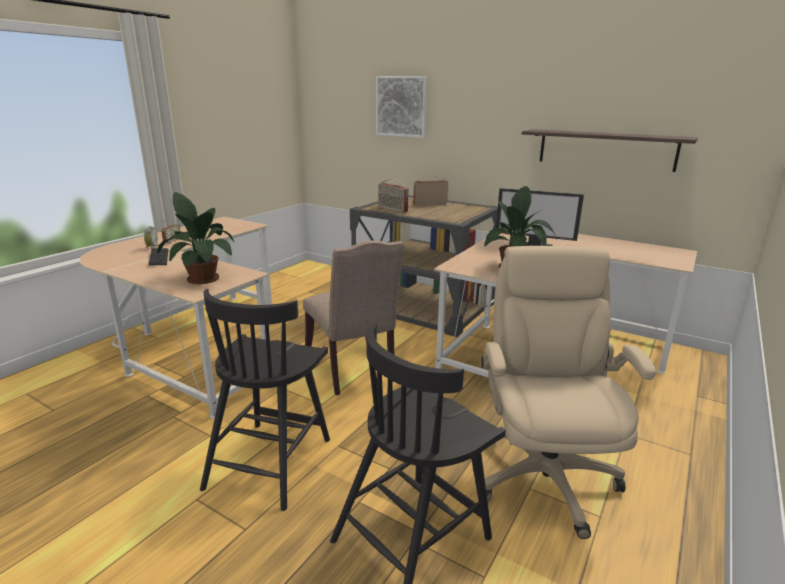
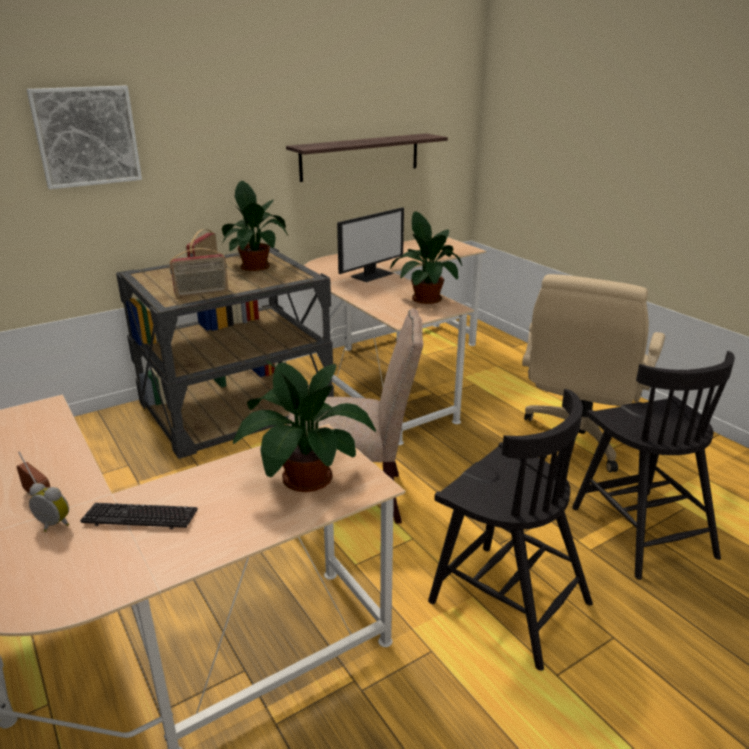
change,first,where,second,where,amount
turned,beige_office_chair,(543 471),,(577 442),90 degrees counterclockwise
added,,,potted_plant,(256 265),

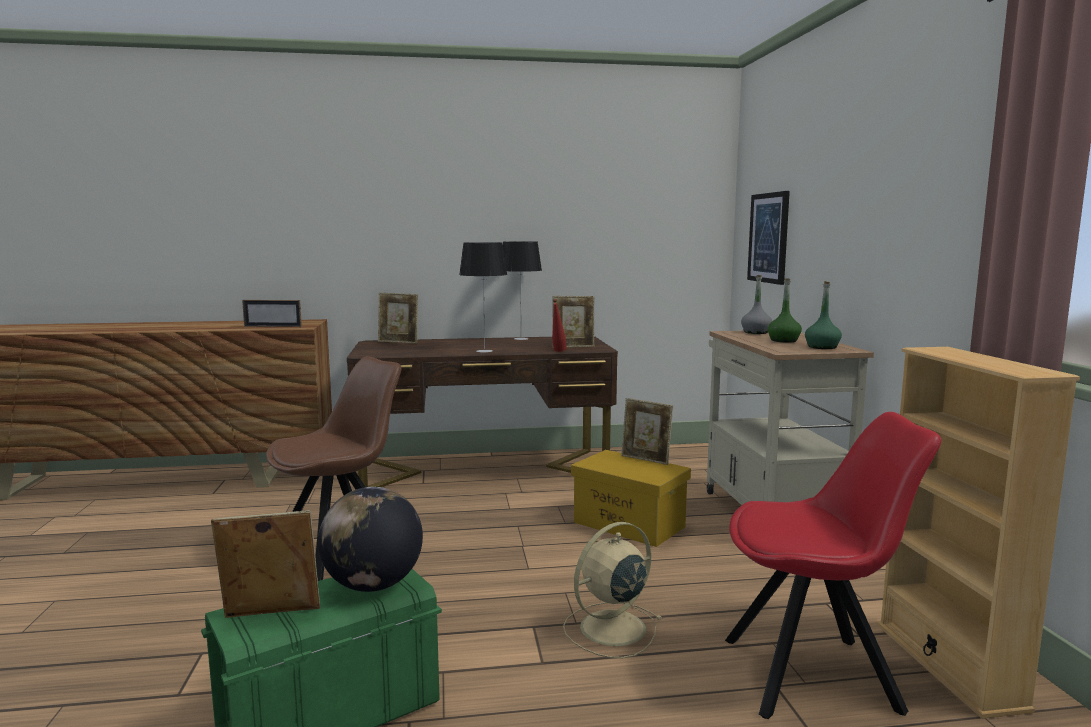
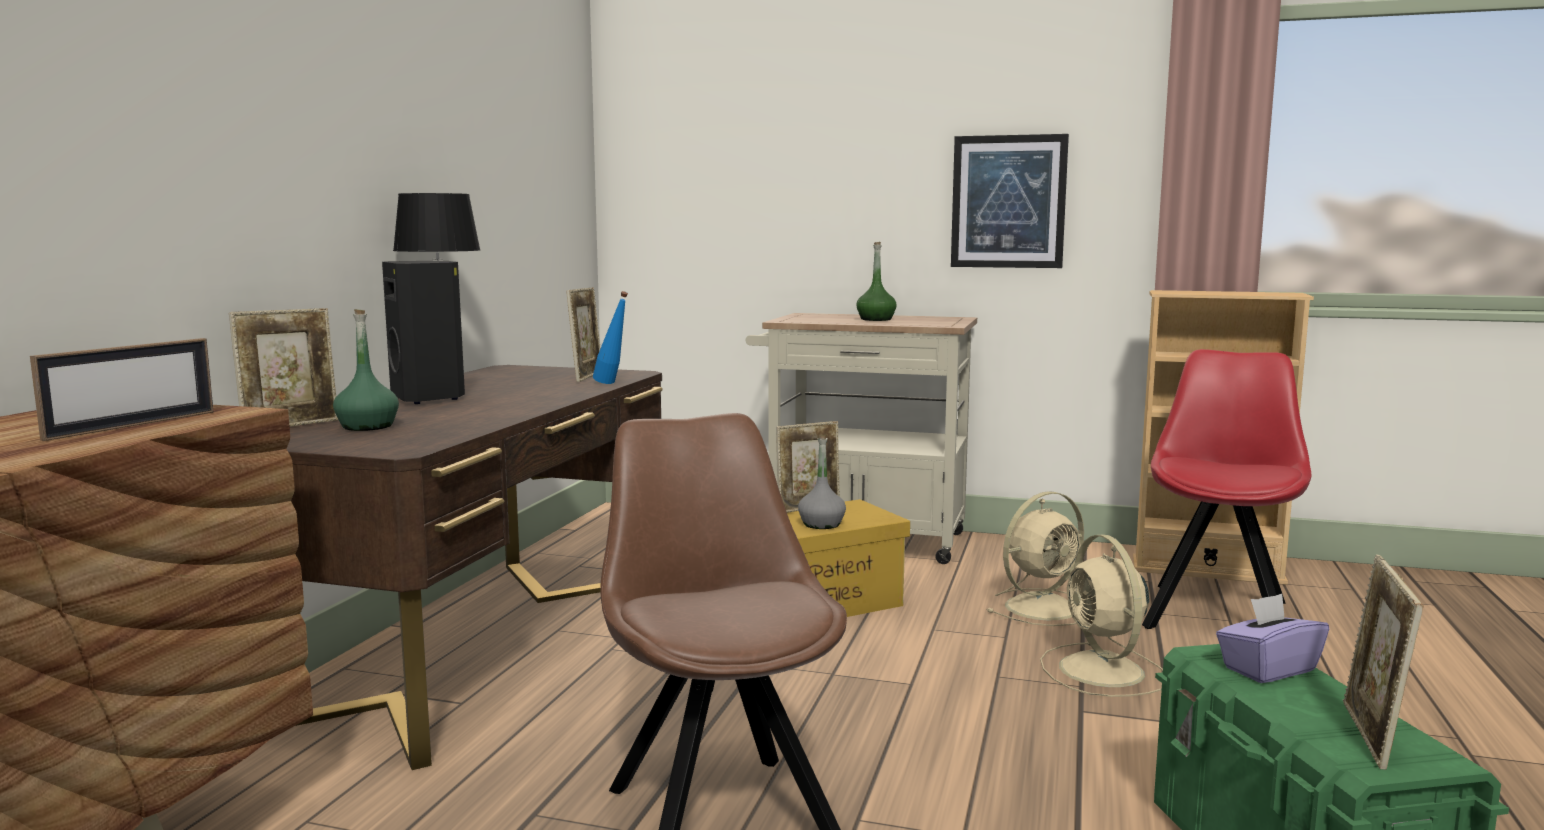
change,first,where,second,where,amount
moved,picture,(769 238),,(1008 202),
removed,table_lamp,(483 351),,,
moved,gray_drink_bottle,(756 332),,(821 524),
moved,greenish_drink_bottle,(822 347),,(368 426),
recoloured,red-coloured_drink_bottle,(558 352),bluish_drink_bottle,(612 384),
replaced,globe,(373 585),purplish_tissue_holder,(1268 669),
added,,,black-coloured_loudspeaker,(429 398),
added,,,beige_cooling_fan,(1043 607),

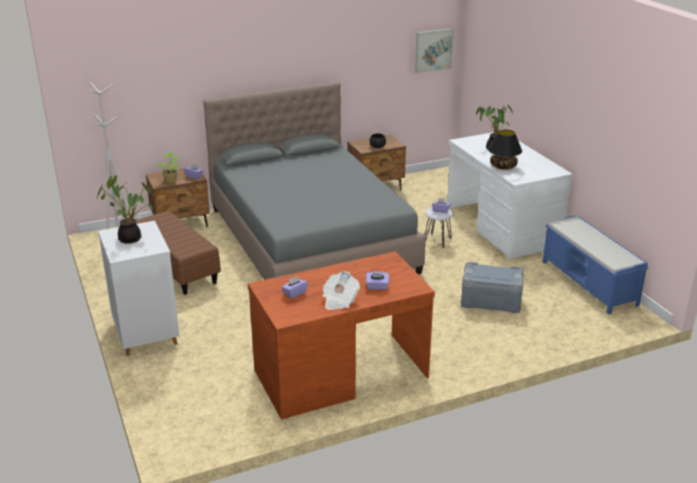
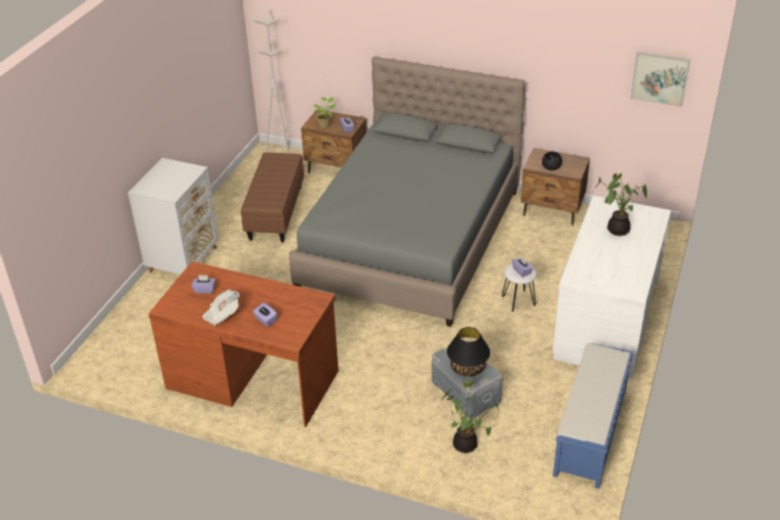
change,first,where,second,where,amount
moved,black-coloured_table_lamp,(503 167),,(468 368),
moved,potted_plant,(131 238),,(467 444),

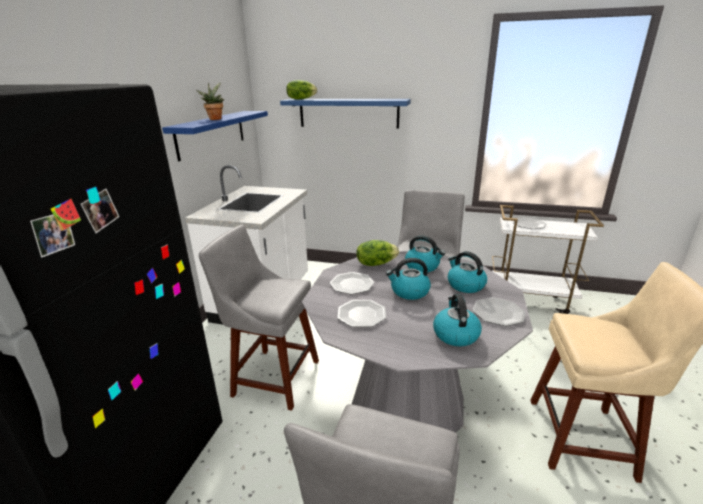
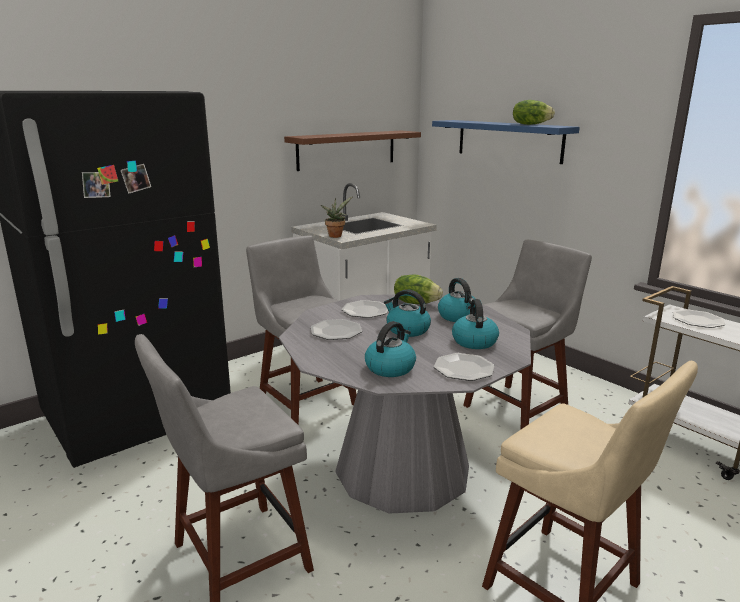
change,first,where,second,where,amount
moved,lettuce_head,(301 99),,(530 124),
moved,potted_plant,(215 119),,(336 235),
recoloured,bluish_bracket_shelf,(211 133),brownish_bracket_shelf,(347 149),

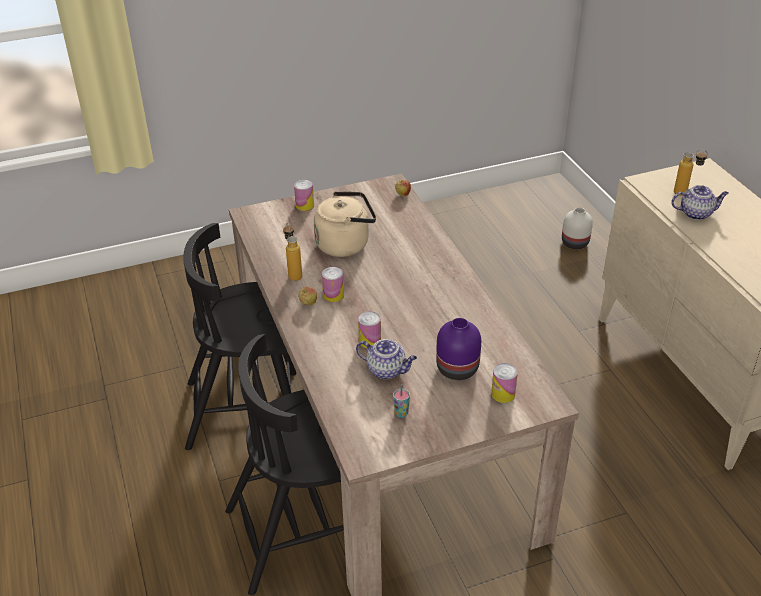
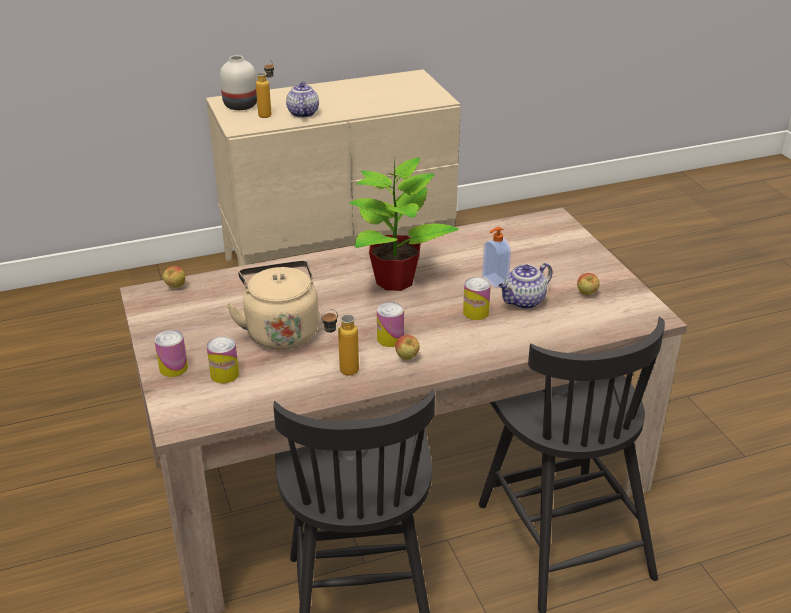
change,first,where,second,where,amount
moved,whitish_vase,(575 243),,(241 105),
removed,purplish_vase,(456 368),,,
turned,teapot,(387 370),,(523 301),150 degrees counterclockwise
moved,can,(503 394),,(224 374),
replaced,drinking_cup,(401 413),apple,(587 294),
added,,,potted_plant,(395 280),
added,,,liquid_soap_bottle,(494 280),

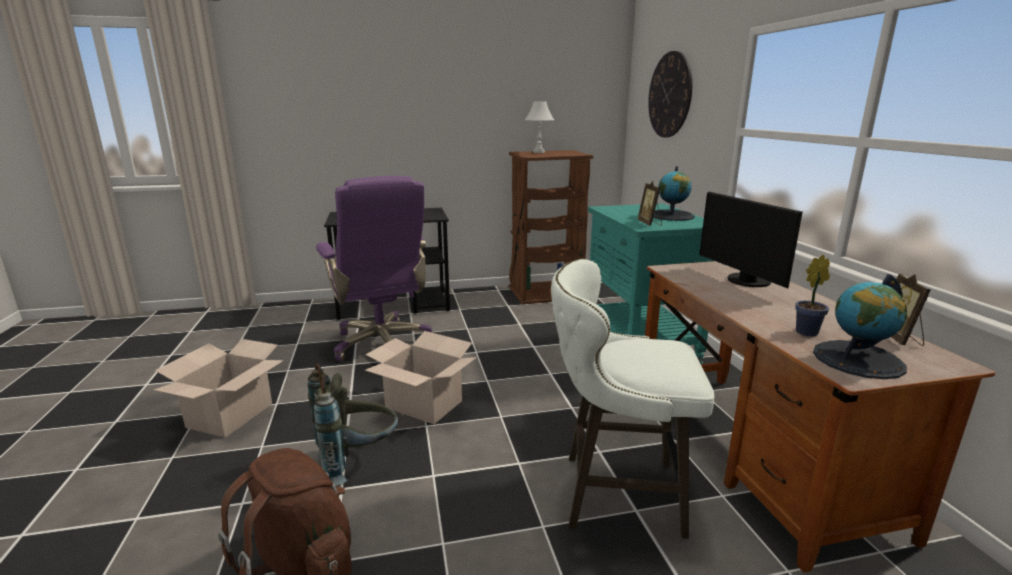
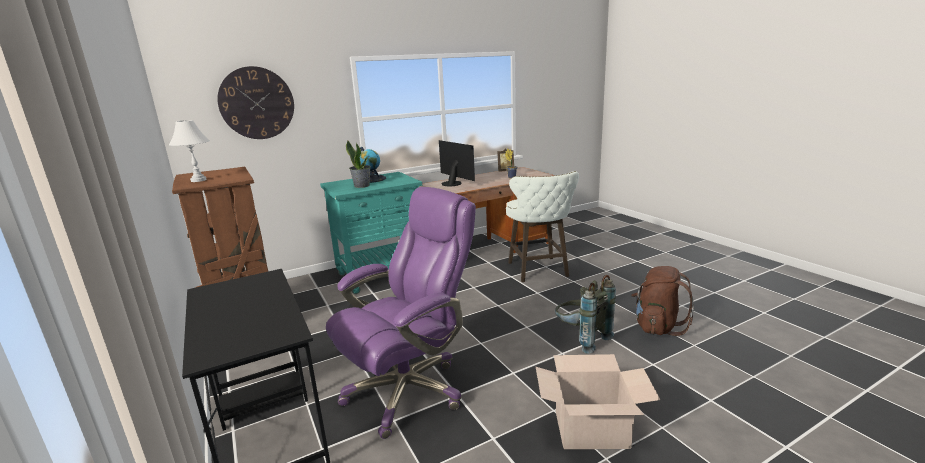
change,first,where,second,where,amount
removed,standing_frame,(650 224),,,
turned,monitor,(745 281),,(453 183),90 degrees counterclockwise
removed,globe,(858 359),,,
removed,cardboard_box,(424 404),,,
added,,,potted_plant,(362 186),

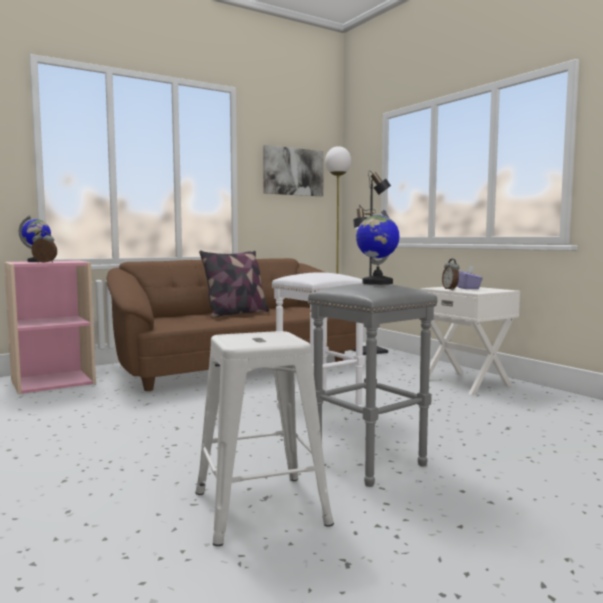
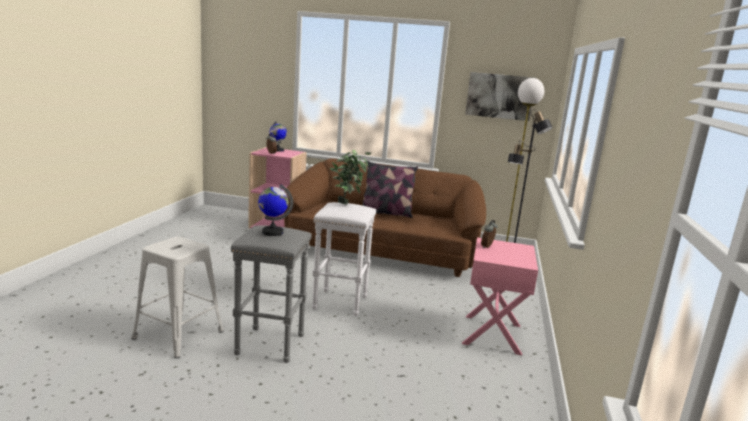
change,first,where,second,where,amount
removed,purplish_tissue_holder,(468 288),,,
recoloured,whitish_night_table,(466 382),pinkish_night_table,(493 334),
added,,,potted_plant,(347 203),

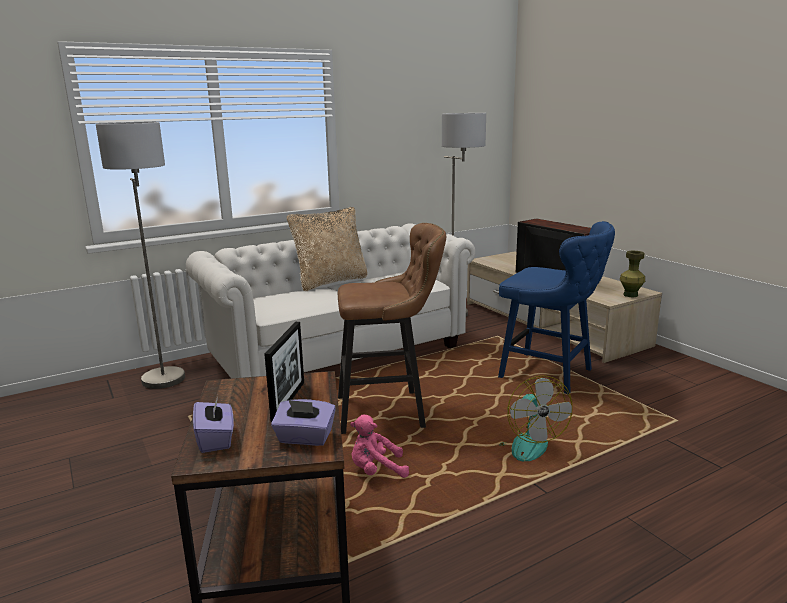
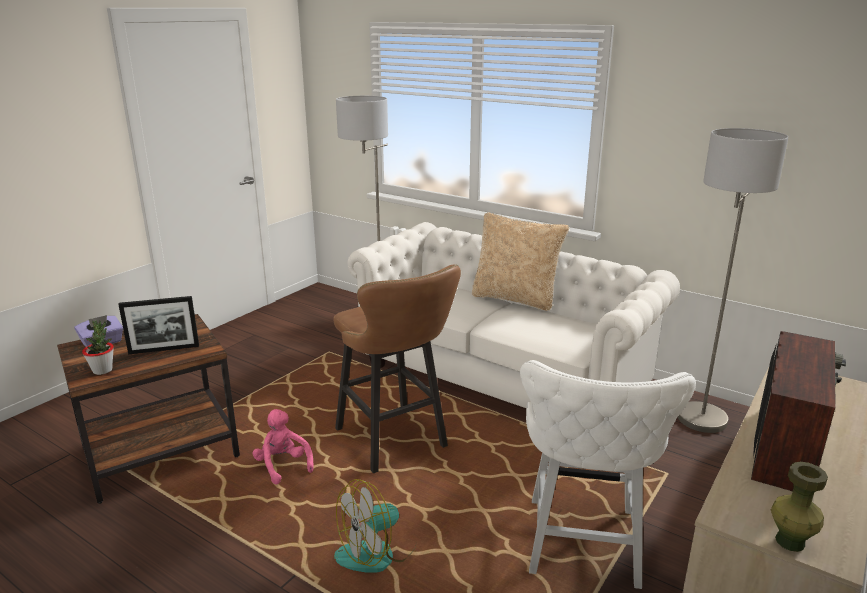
change,first,where,second,where,amount
recoloured,bluish_sitting_stool,(550 374),whitish_sitting_stool,(582 546),
replaced,purplish_tissue_holder,(305 438),potted_plant,(103 370),

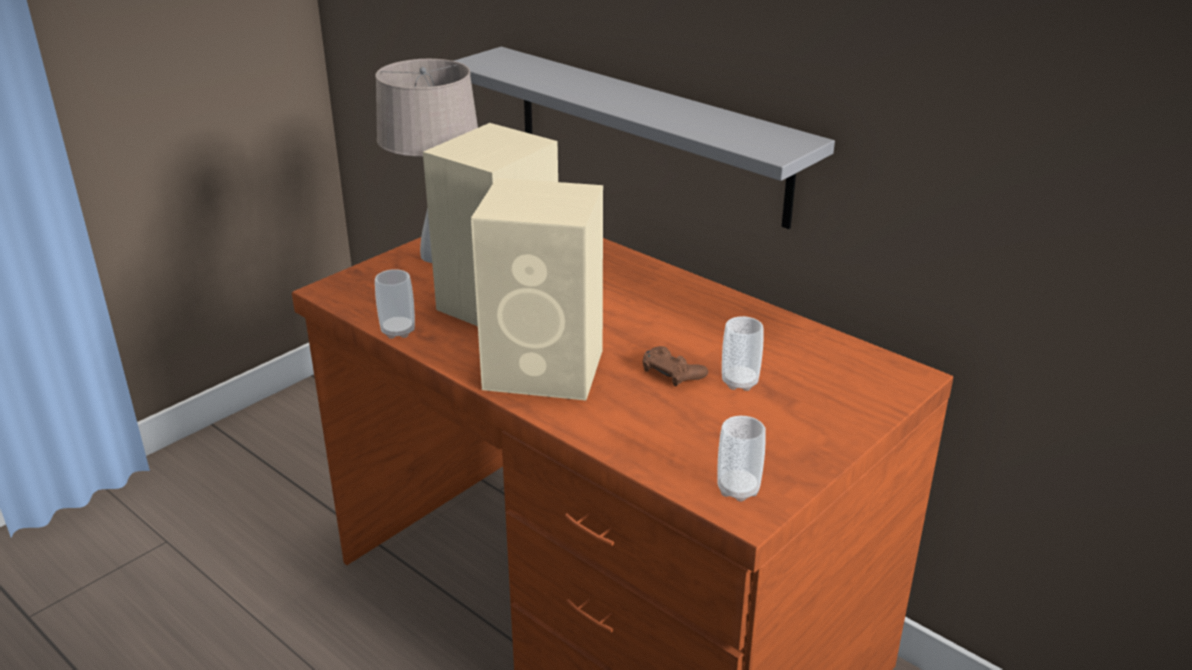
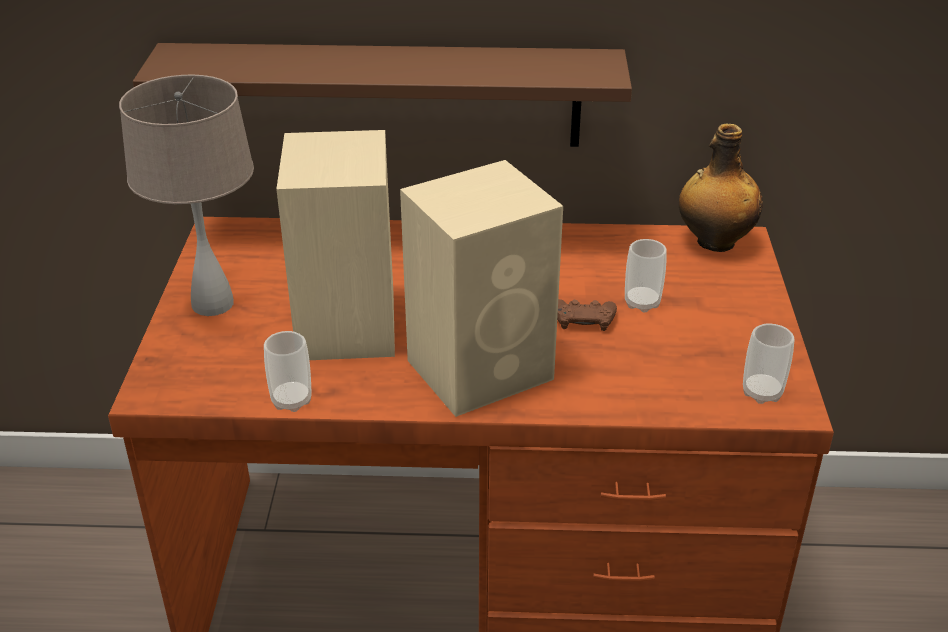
change,first,where,second,where,amount
recoloured,gray_bracket_shelf,(648 134),brownish_bracket_shelf,(392 95),
added,,,drink_bottle,(714 242),

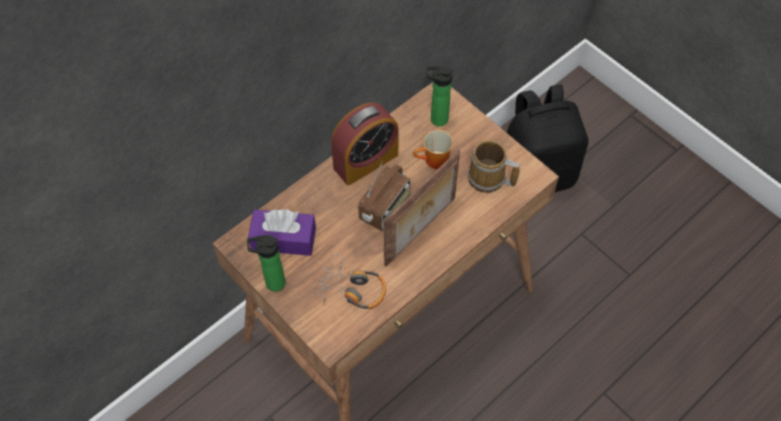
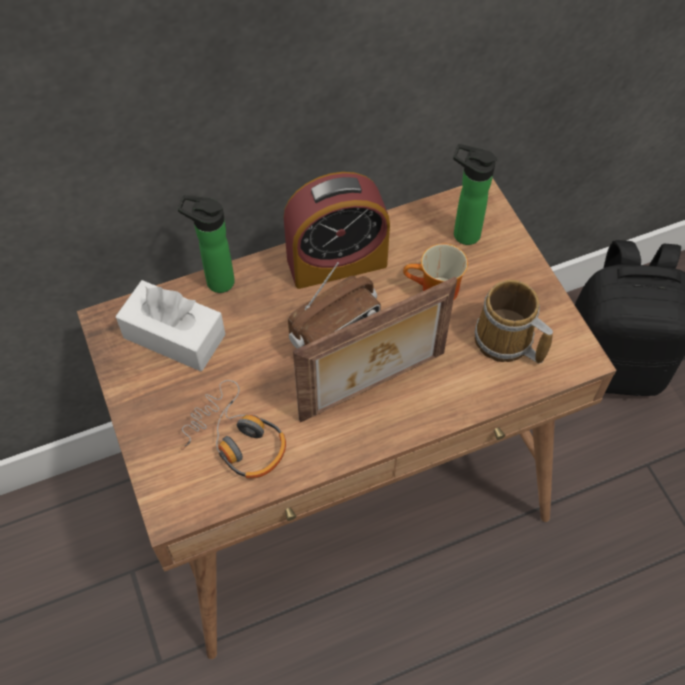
change,first,where,second,where,amount
recoloured,purplish_tissue_holder,(283 239),whitish_tissue_holder,(174 336),
moved,drink_bottle,(272 283),,(216 281),

